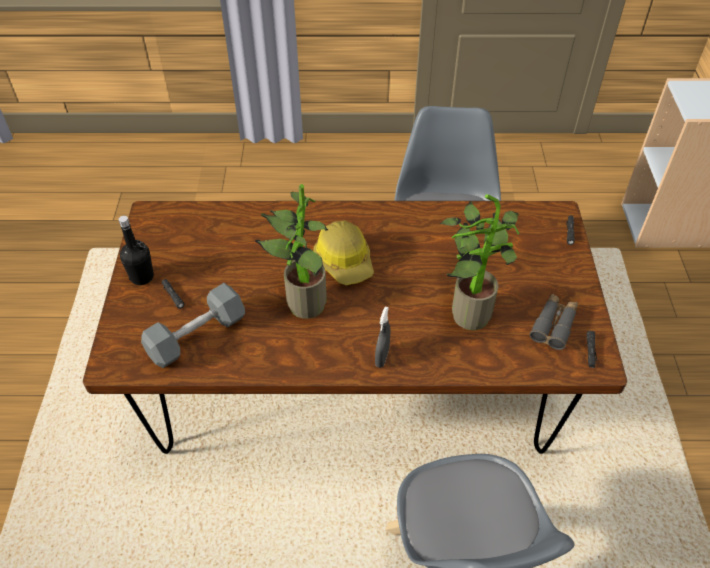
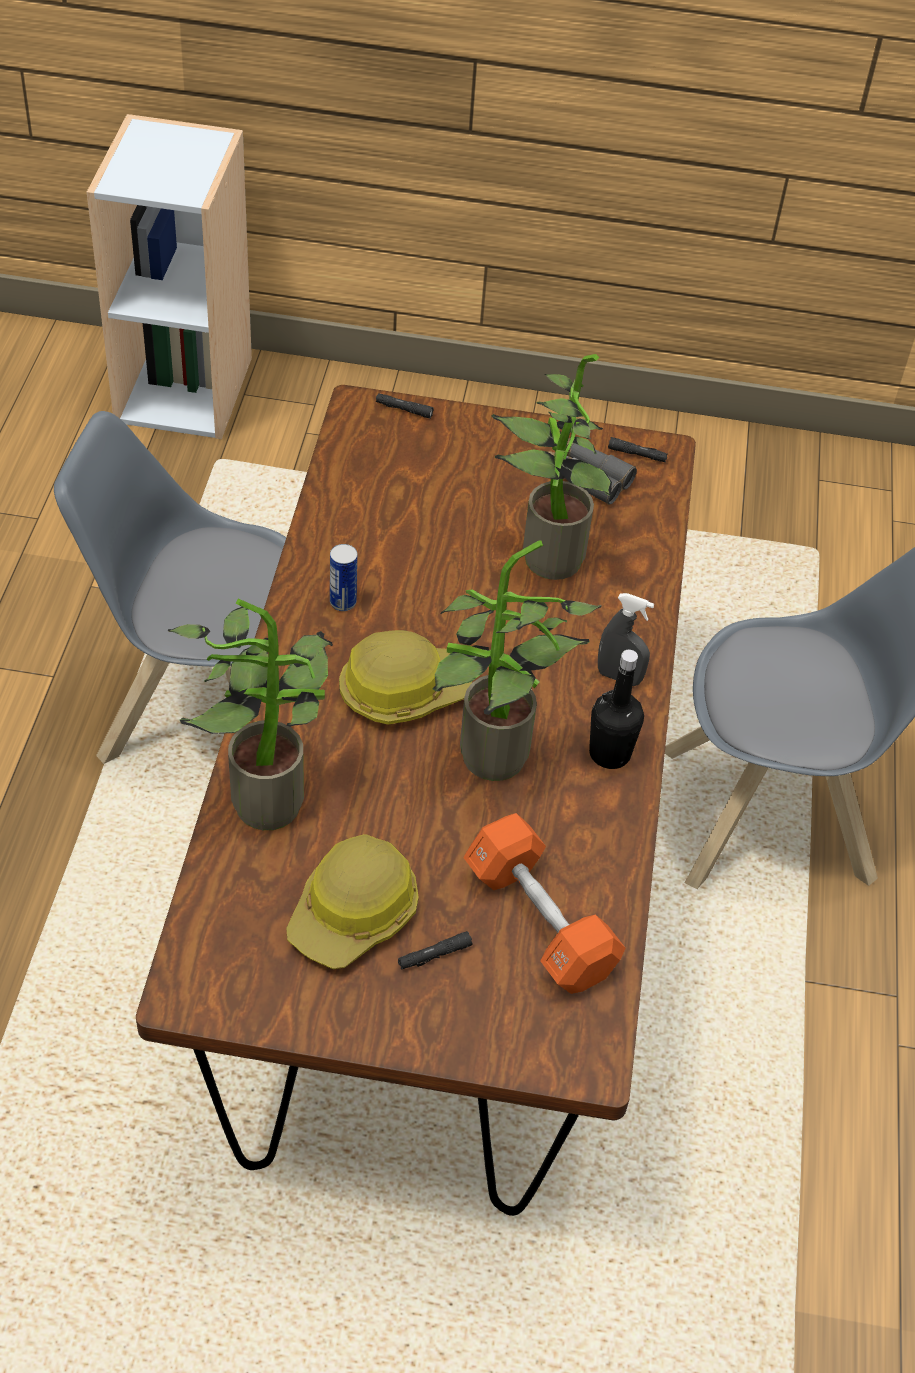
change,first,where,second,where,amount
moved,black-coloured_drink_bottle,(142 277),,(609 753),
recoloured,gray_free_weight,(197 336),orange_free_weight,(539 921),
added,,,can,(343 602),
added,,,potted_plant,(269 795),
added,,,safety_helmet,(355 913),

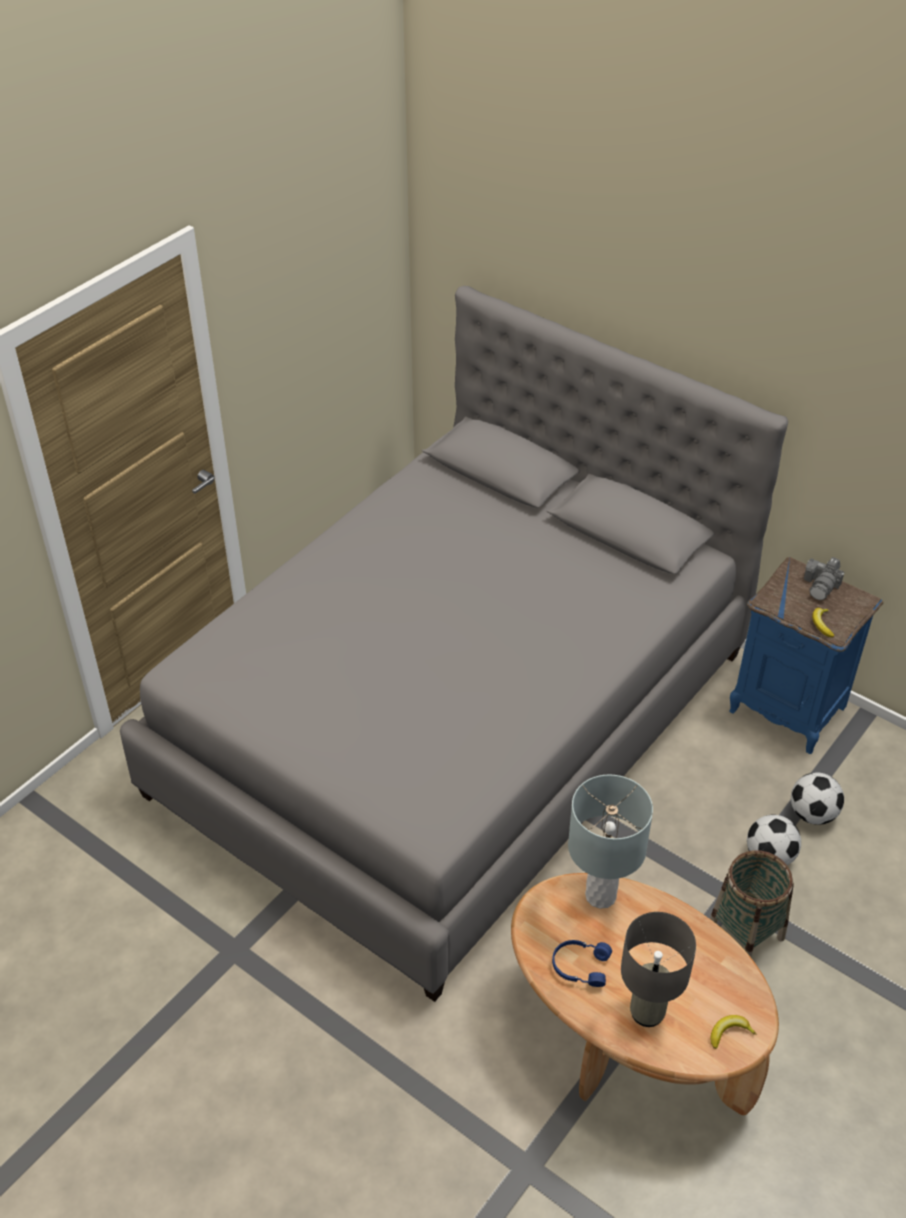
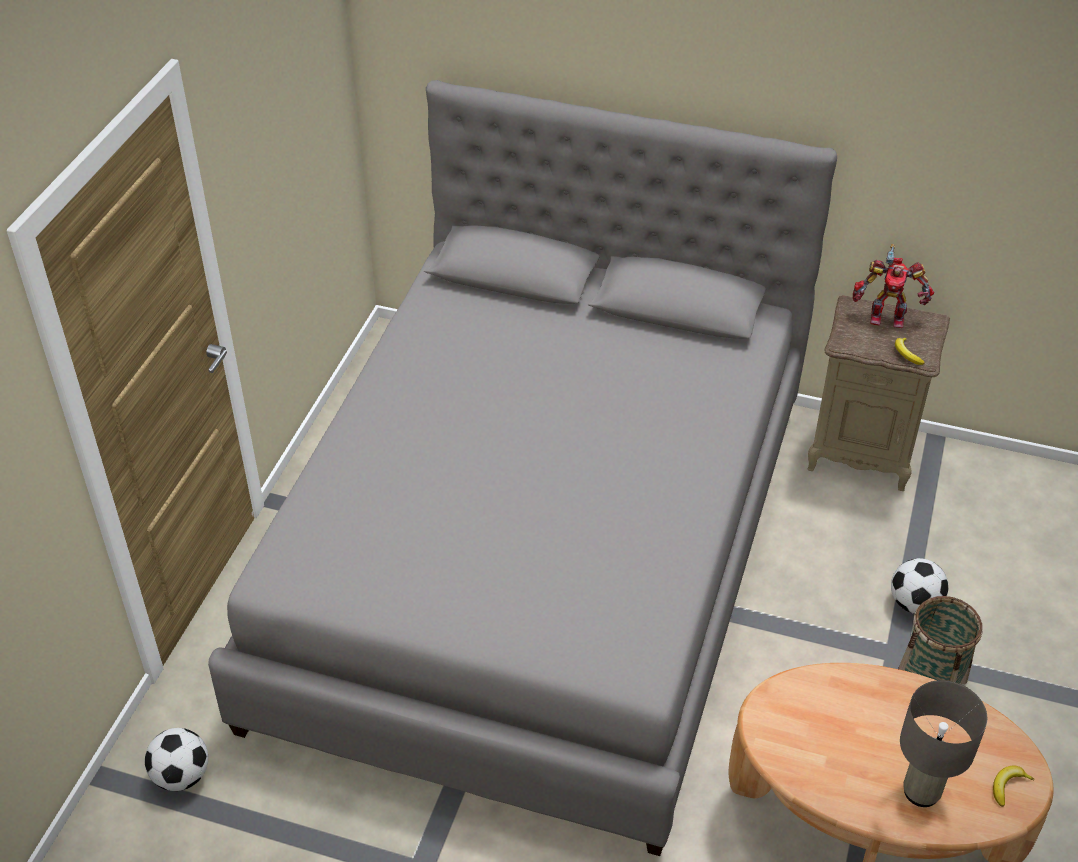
change,first,where,second,where,amount
recoloured,bluish_night_table,(787 711),beige_night_table,(862 454),
replaced,photo_camera,(821 586),toy_robot,(886 316),
moved,ball_for_football,(812 814),,(181 776),
removed,gray_table_lamp,(601 895),,,
removed,bluish_pair_of_headphones,(580 966),,,

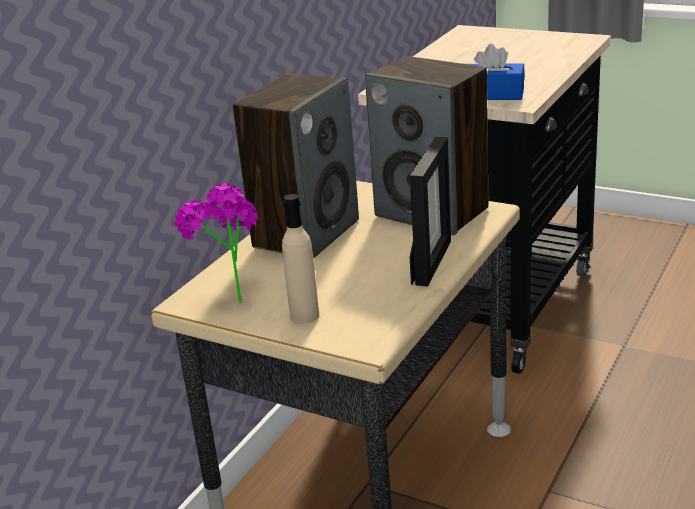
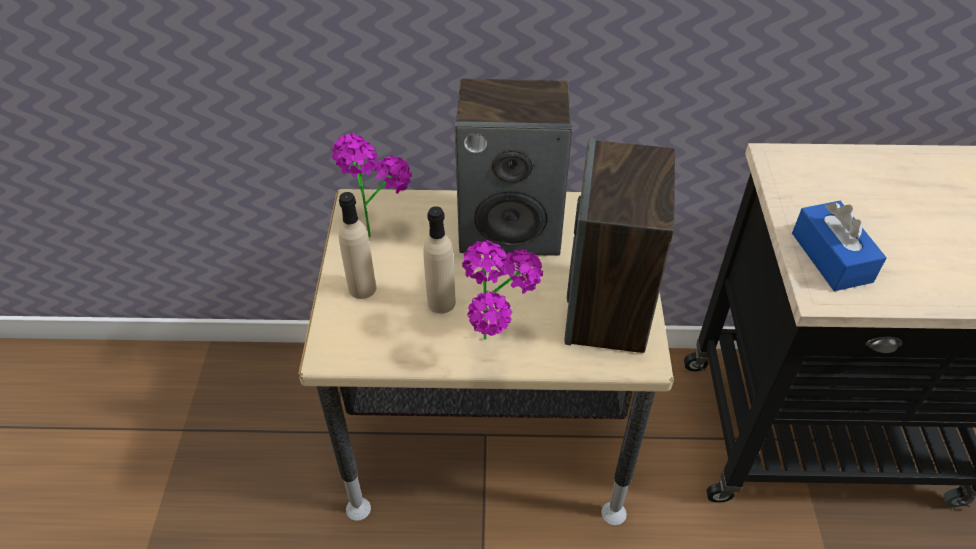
change,first,where,second,where,amount
replaced,standing_frame,(431 262),potted_plant,(499 345),
added,,,beige_drink_bottle,(441 302),

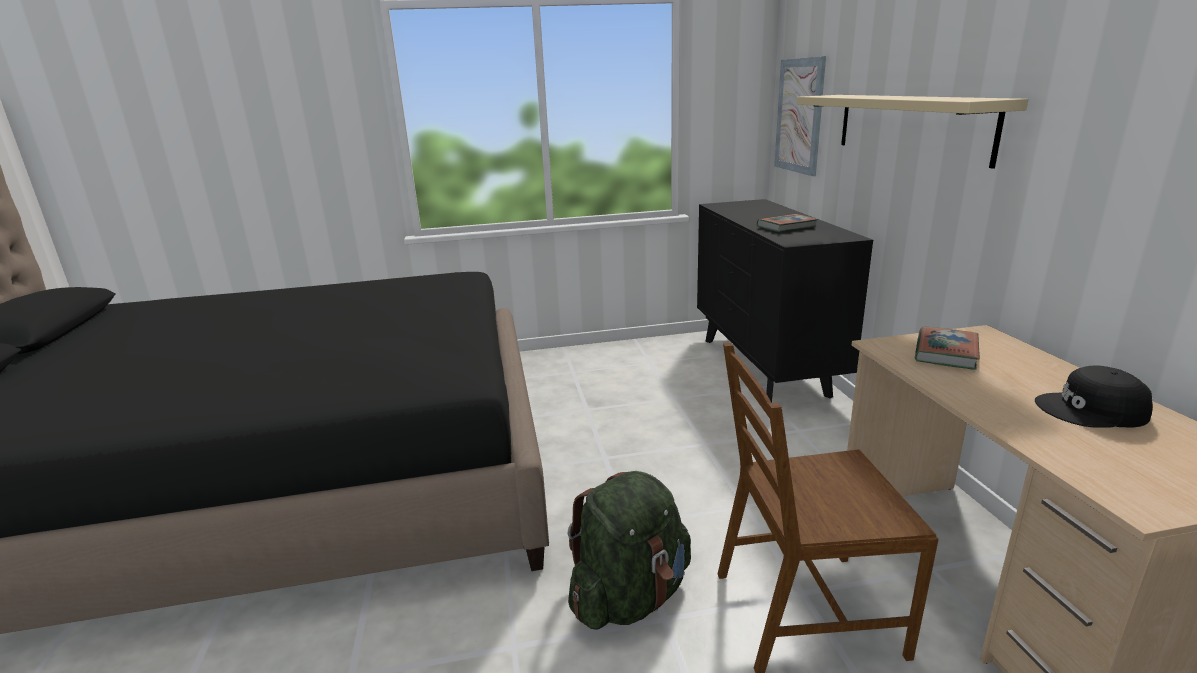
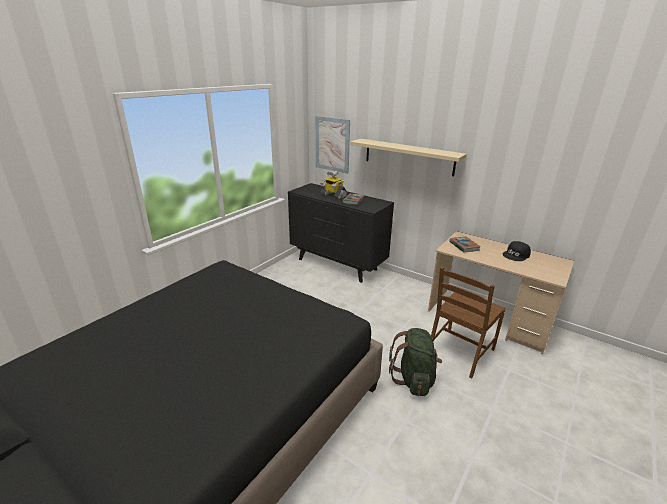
change,first,where,second,where,amount
added,,,toy_robot,(333 195),

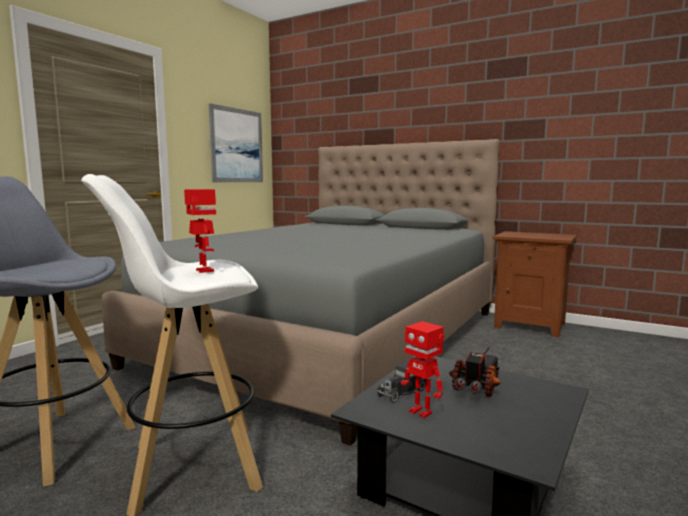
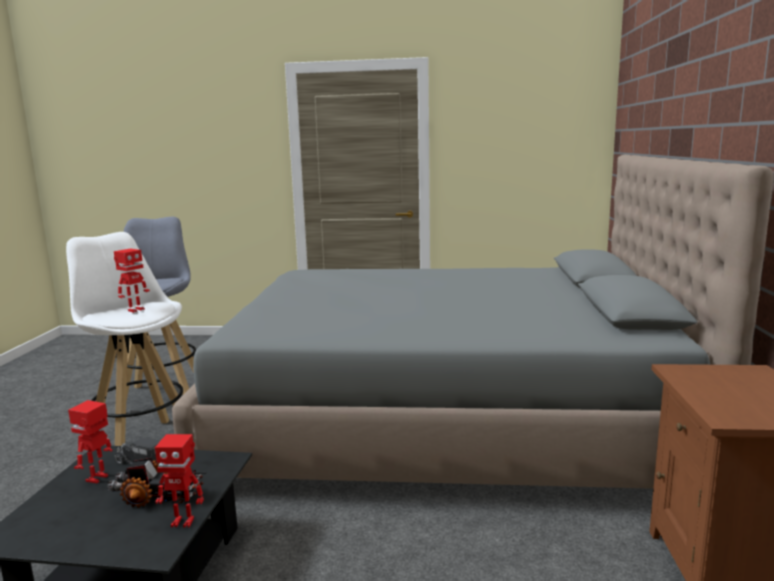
change,first,where,second,where,amount
removed,picture,(237 145),,,
added,,,toy_robot,(183 521),

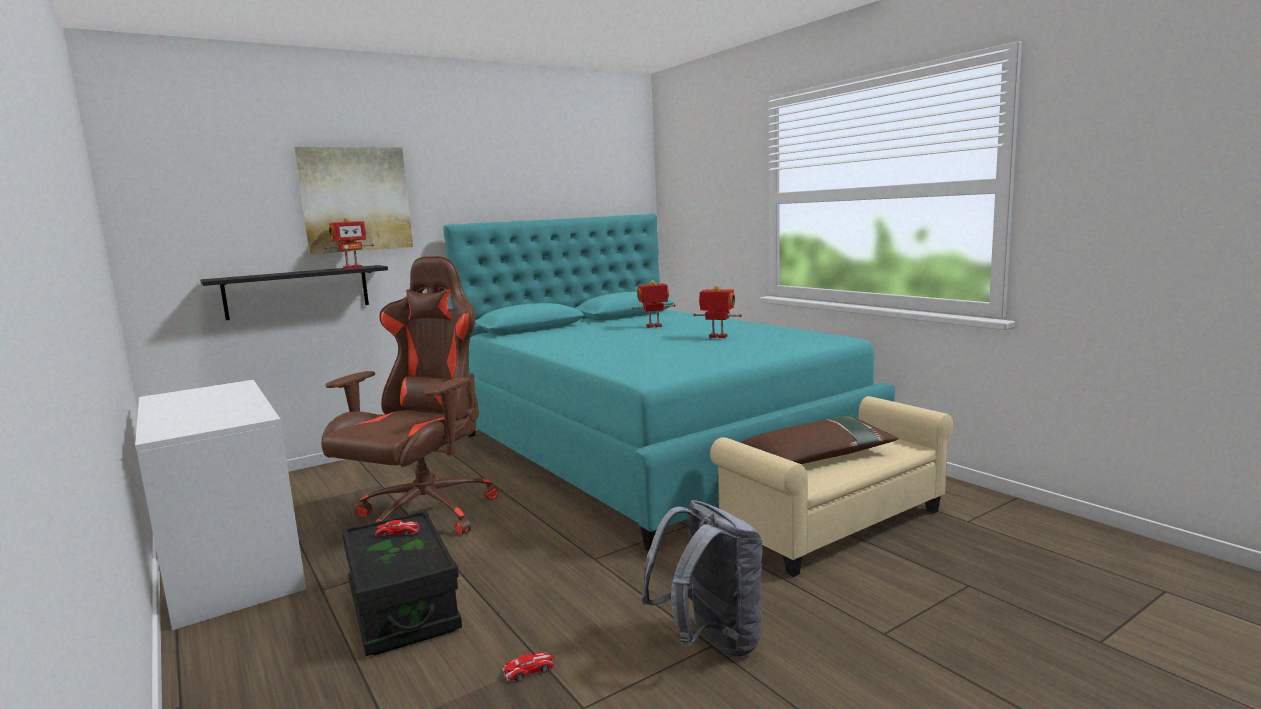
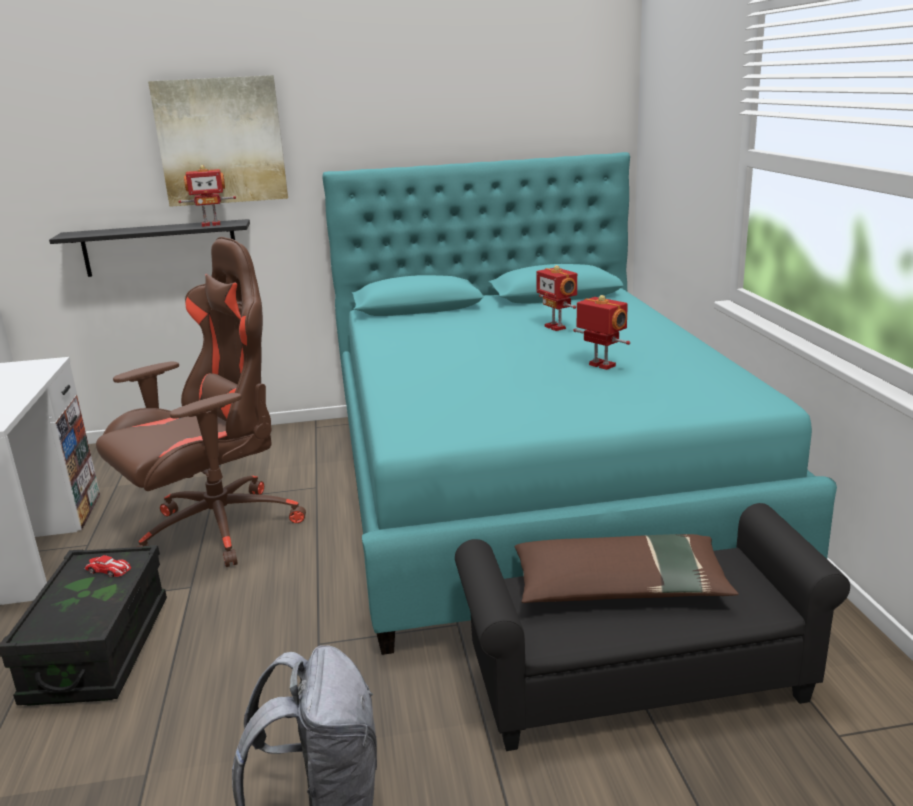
change,first,where,second,where,amount
turned,toy_robot,(654 326),,(556 327),135 degrees counterclockwise
recoloured,beige_pouffe,(835 525),black-coloured_pouffe,(638 681),
removed,toy_car,(529 670),,,

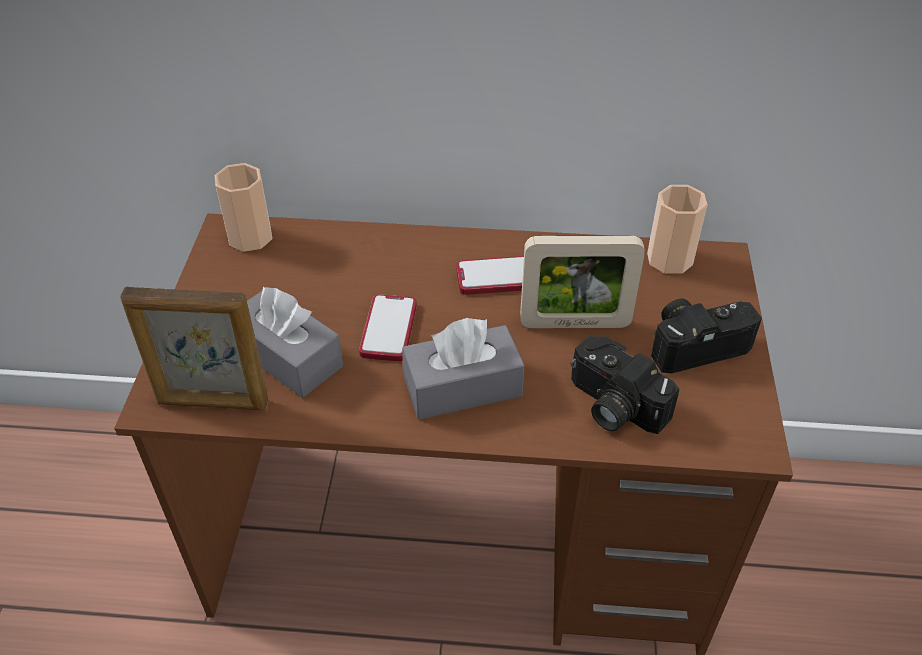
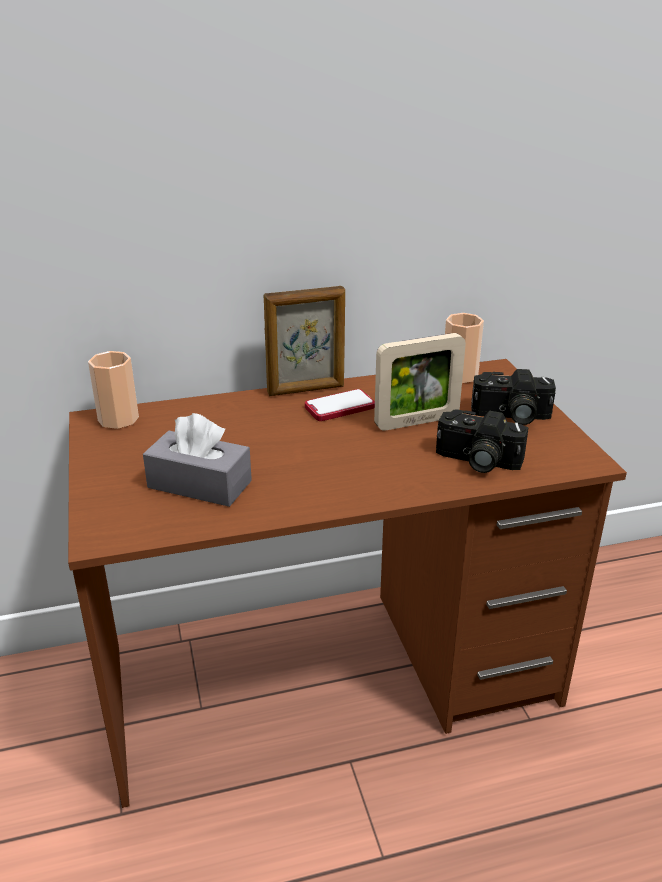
change,first,where,second,where,amount
moved,standing_frame,(213 403),,(306 390),
removed,phone,(388 329),,,
turned,photo_camera,(696 343),,(510 416),135 degrees counterclockwise
removed,gray_tissue_holder,(462 387),,,

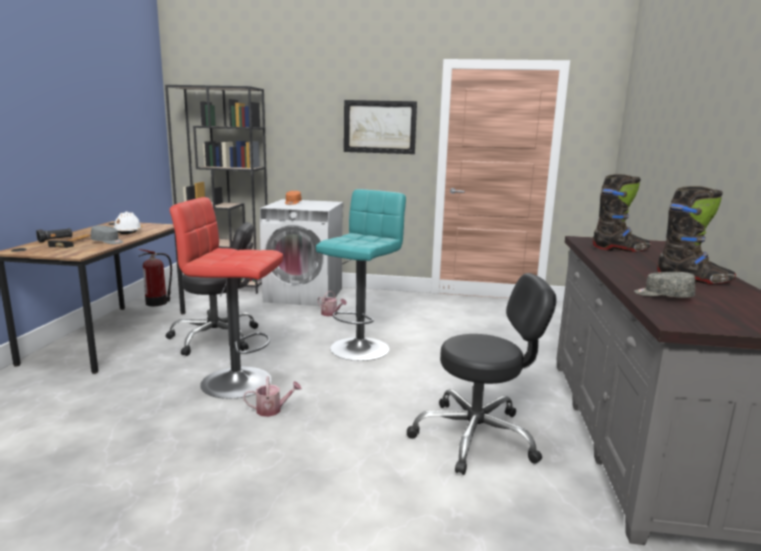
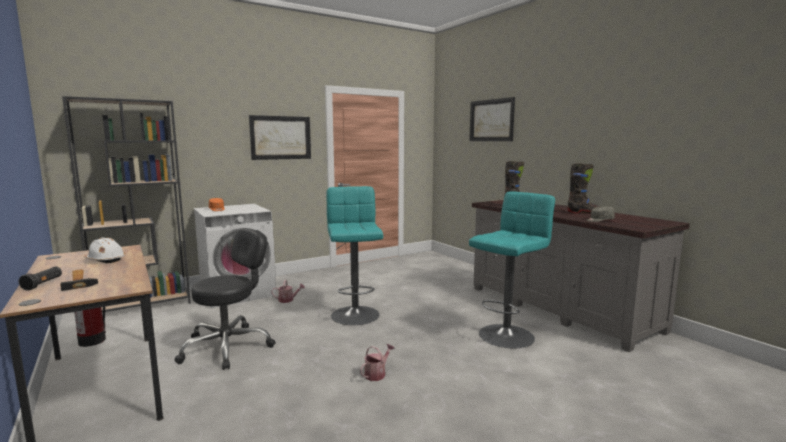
change,first,where,second,where,amount
removed,red-coloured_sitting_stool,(236 382),,,
removed,gray_baseball_cap,(108 242),,,
replaced,black-coloured_office_chair,(480 436),turquoise-coloured_sitting_stool,(507 336),
added,,,picture,(491 120),

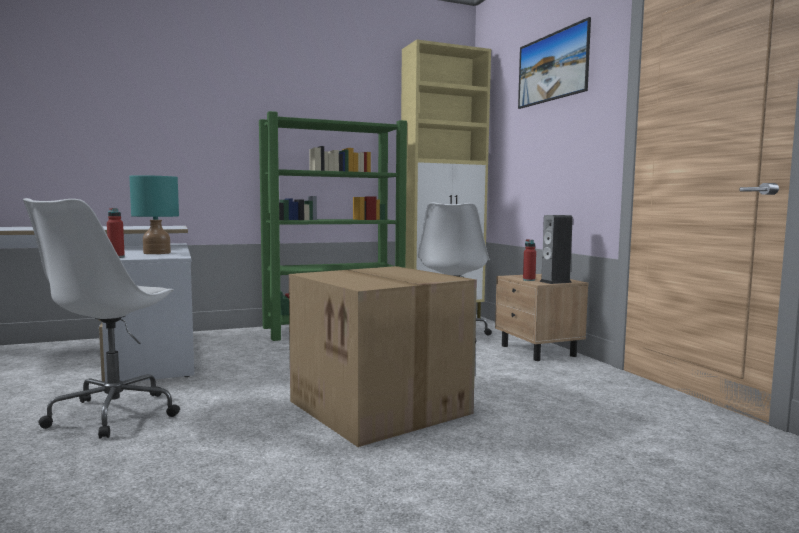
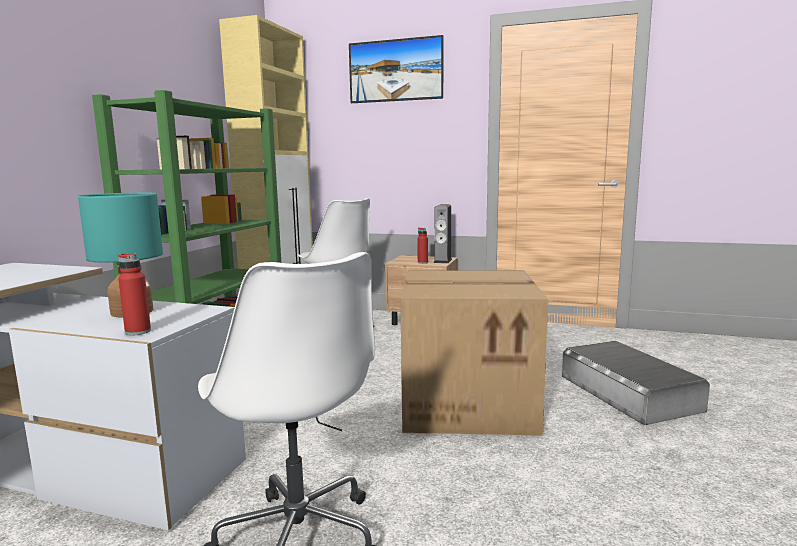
change,first,where,second,where,amount
added,,,gray_storage_container,(628 393),

